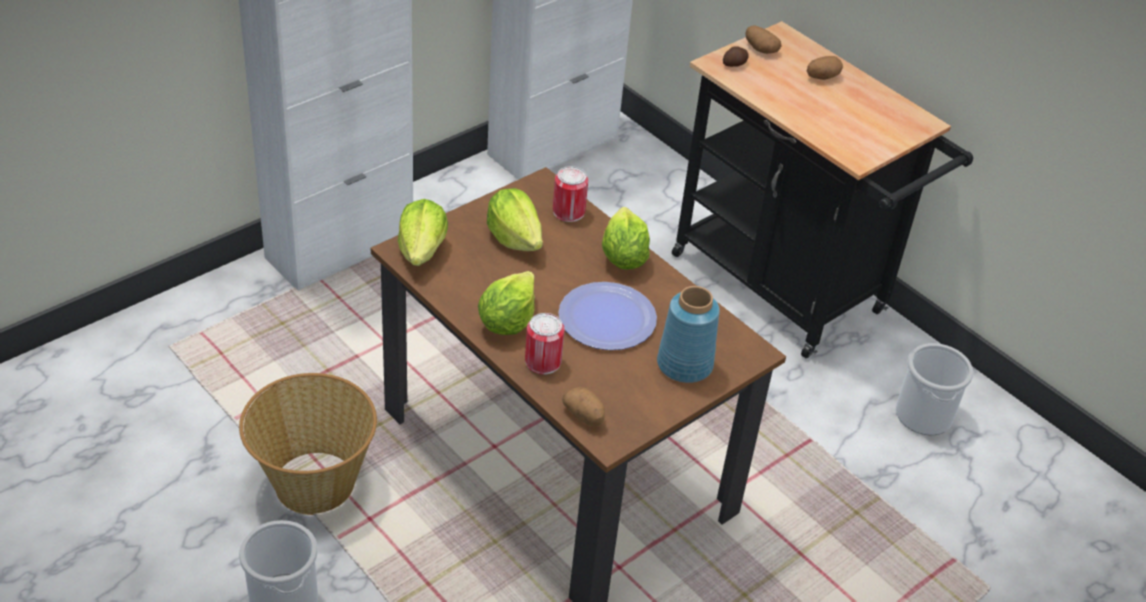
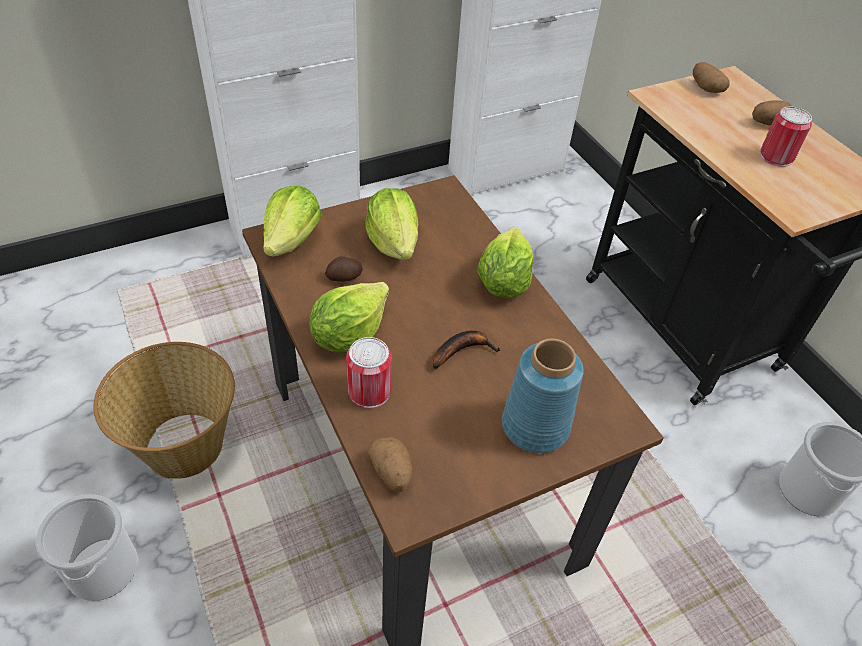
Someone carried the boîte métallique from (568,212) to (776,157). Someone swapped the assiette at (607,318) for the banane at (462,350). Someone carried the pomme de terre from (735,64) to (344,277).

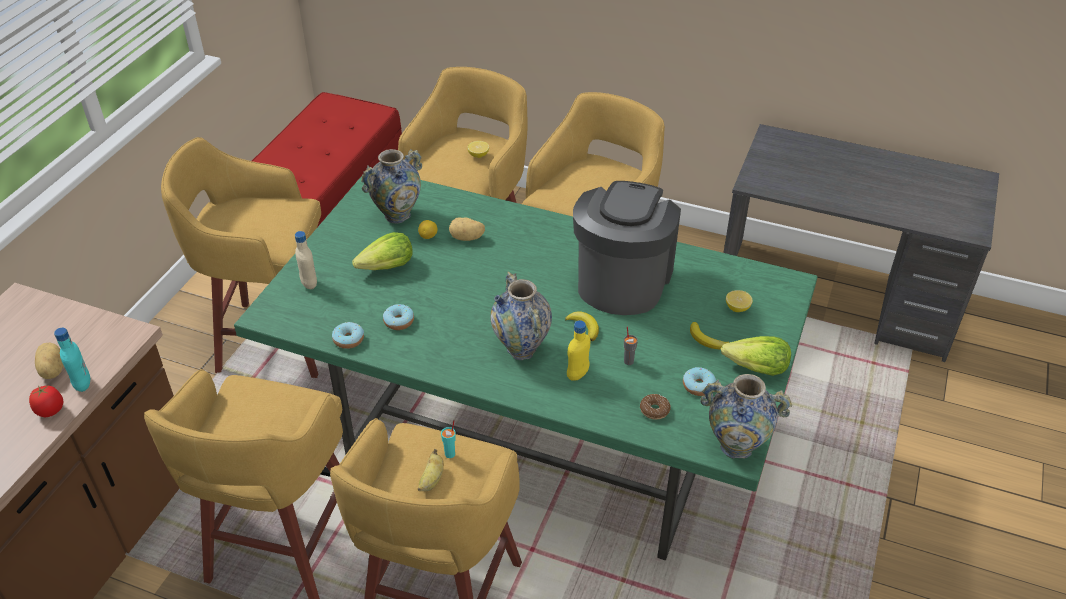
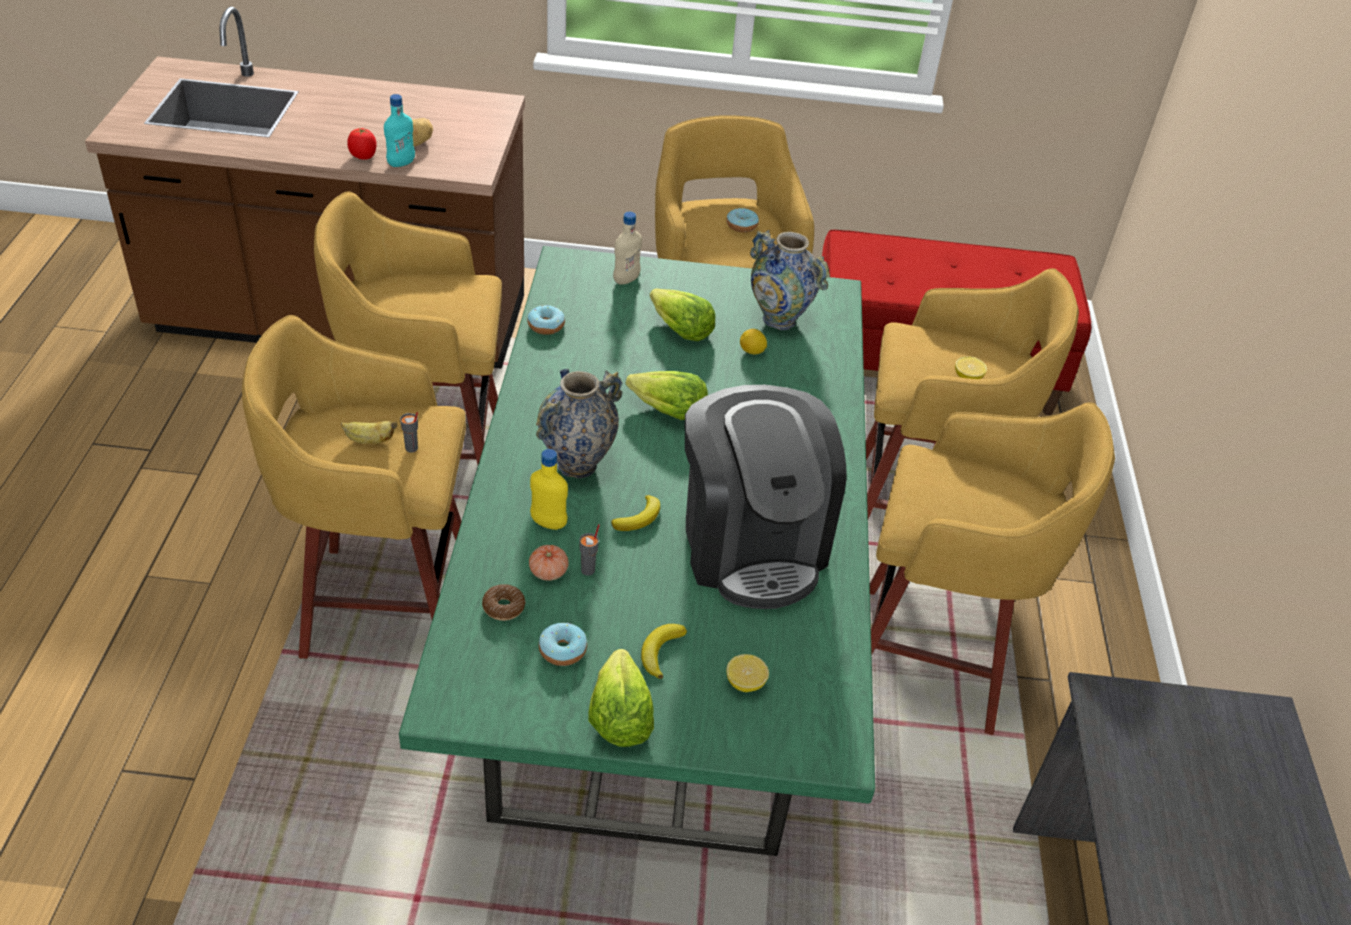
Someone carried the beignet from (399,321) to (741,226). Someone repainted the tasse [turquoise] at (450,454), which became the tasse [gris] at (411,448). Someone took away the pomme de terre at (467,238). Someone rotated the machine à café at (622,279) by 75 degrees clockwise. Someone took away the vase at (736,446). Someone put down the tomate at (548,572). Someone put down the laitue at (667,411).

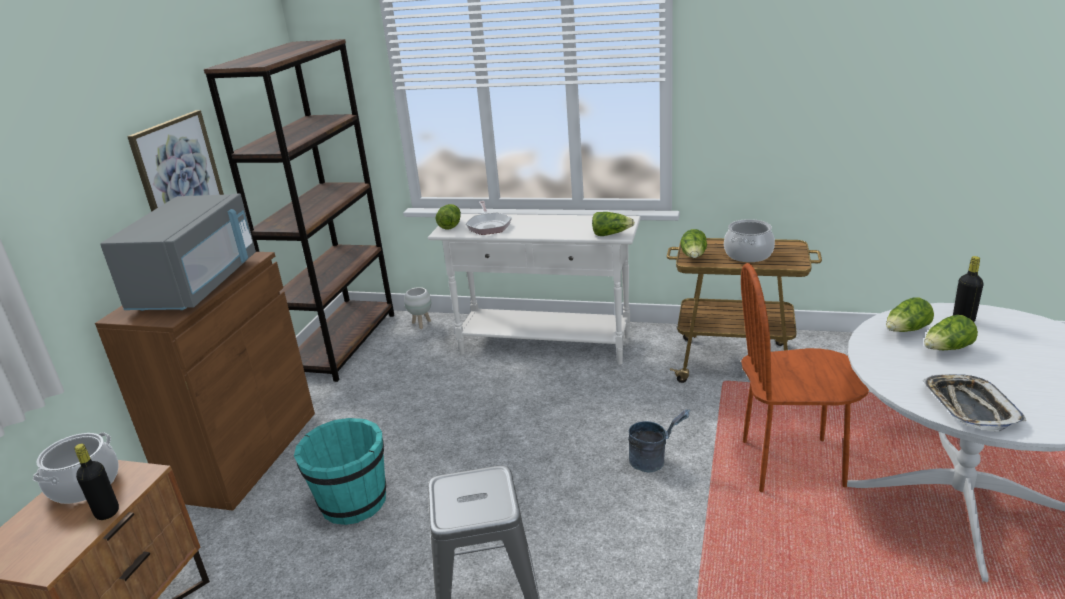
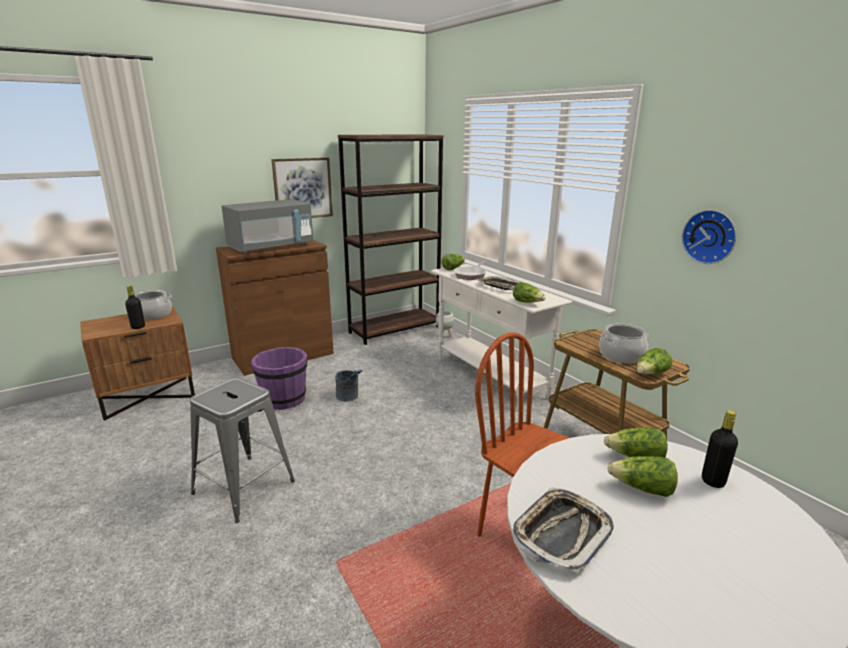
Someone repainted the seau [turquoise] at (352,502), which became the seau [violet] at (284,399). Someone carried the seau [gris] from (654,461) to (349,397). Someone carried the laitue from (694,256) to (651,374). Someone put down the plateau at (500,286). Someone put up the horloge murale at (710,236).

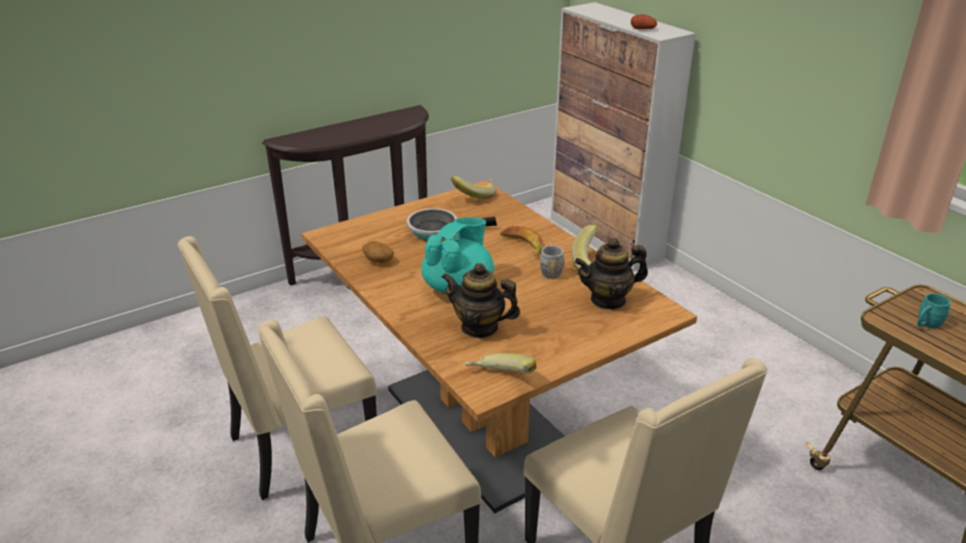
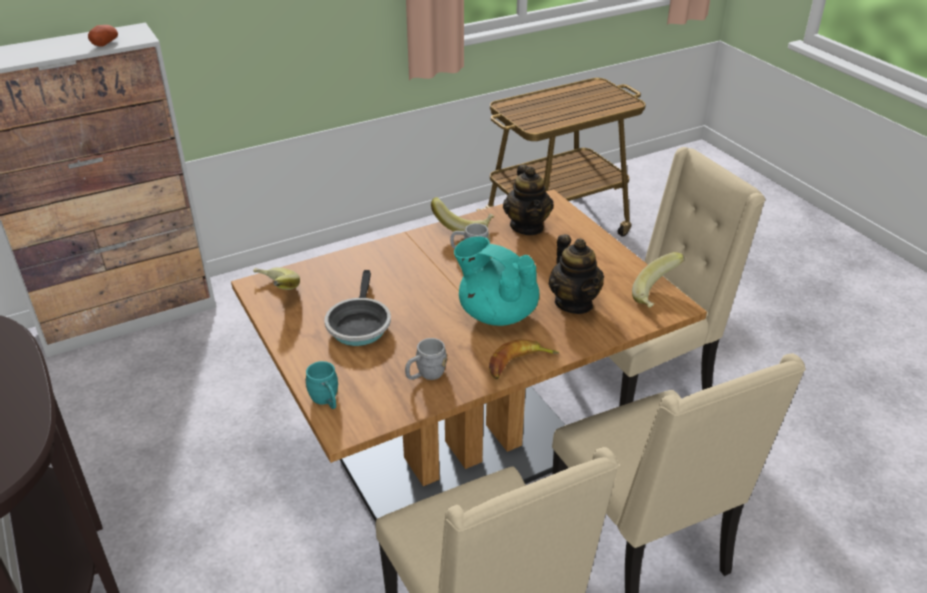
Someone swapped the pomme de terre at (377,260) for the mug [gris] at (425,375). Someone rotated the théière at (479,327) by 45 degrees counterclockwise. Someone carried the banane from (522,245) to (519,364). Someone carried the mug [turquoise] from (926,324) to (326,401).

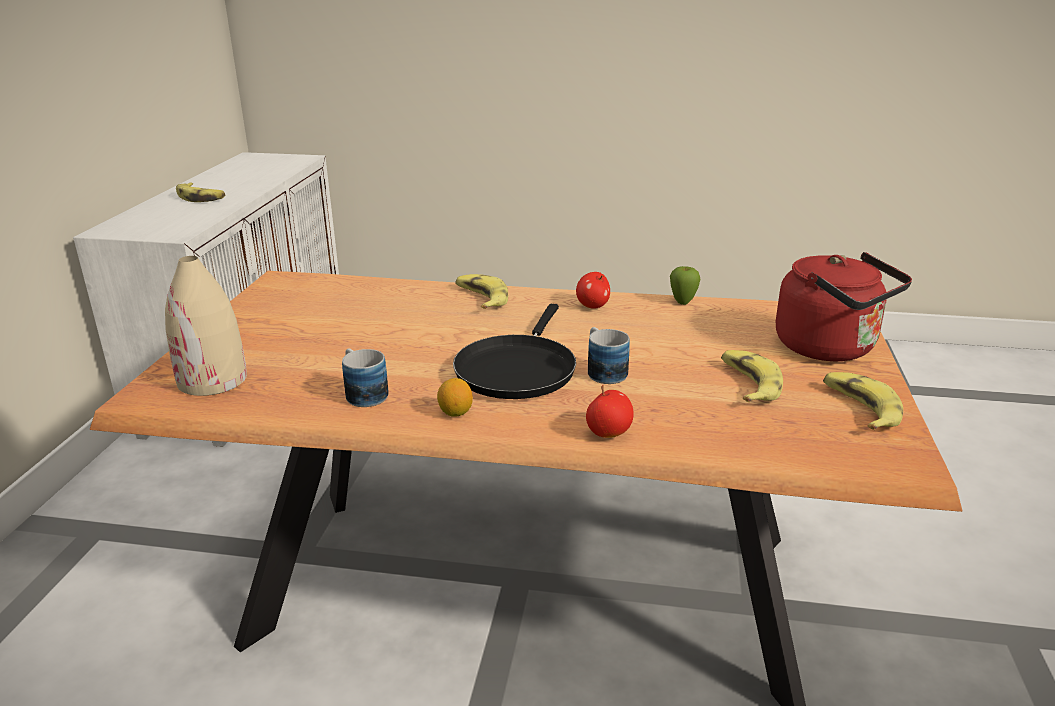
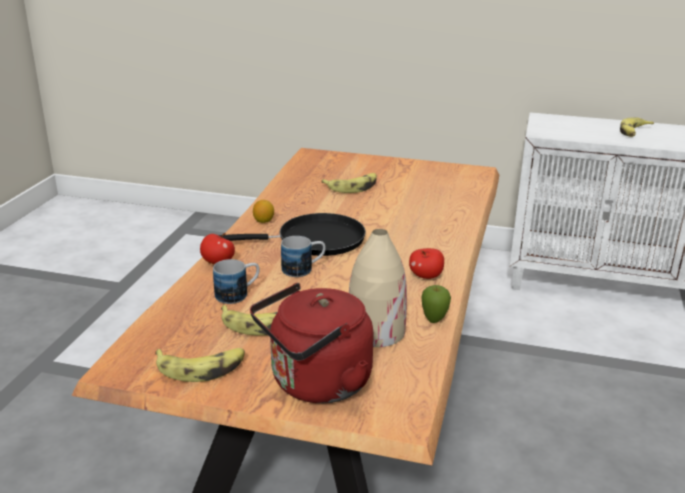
Someone carried the vase [beige] from (212,380) to (375,331). Someone carried the mug from (363,393) to (238,294). Someone rotated the poêle [noir] at (517,369) by 150 degrees clockwise. Someone carried the banane from (481,299) to (352,187).

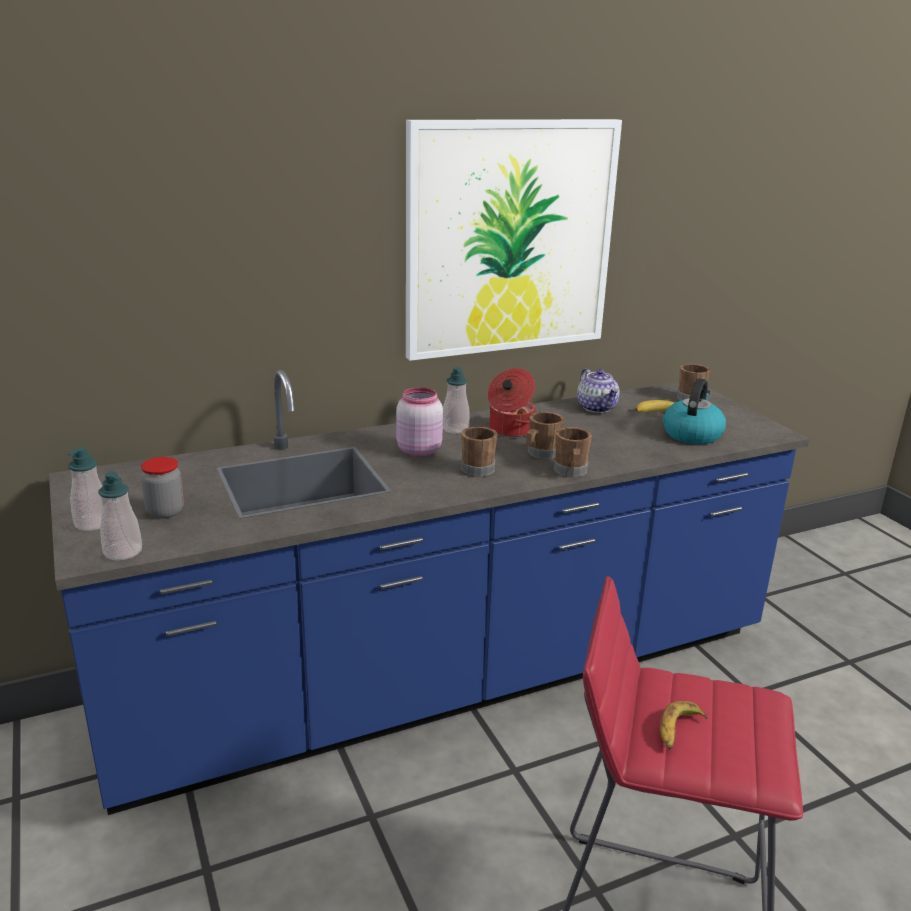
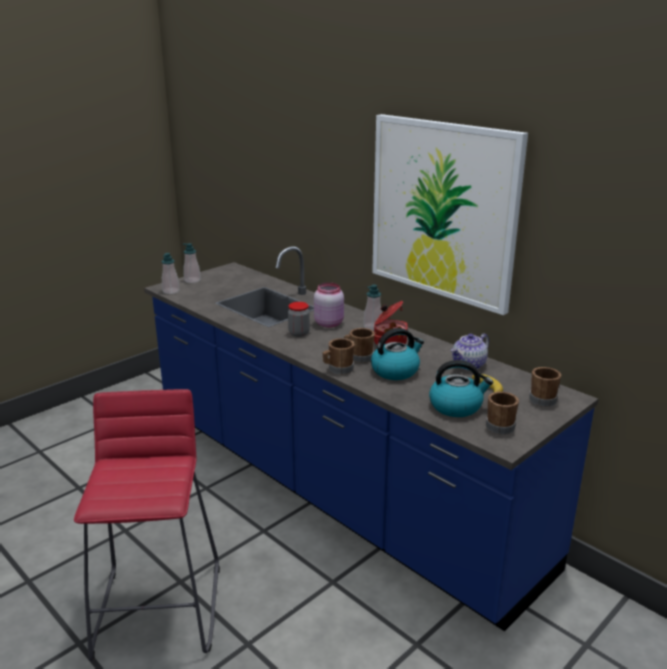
Someone carried the bocal from (165,512) to (299,333). Someone carried the mug [marron] from (475,468) to (501,425). Someone took away the banane at (678,730). Someone put down the bouilloire at (395,371).

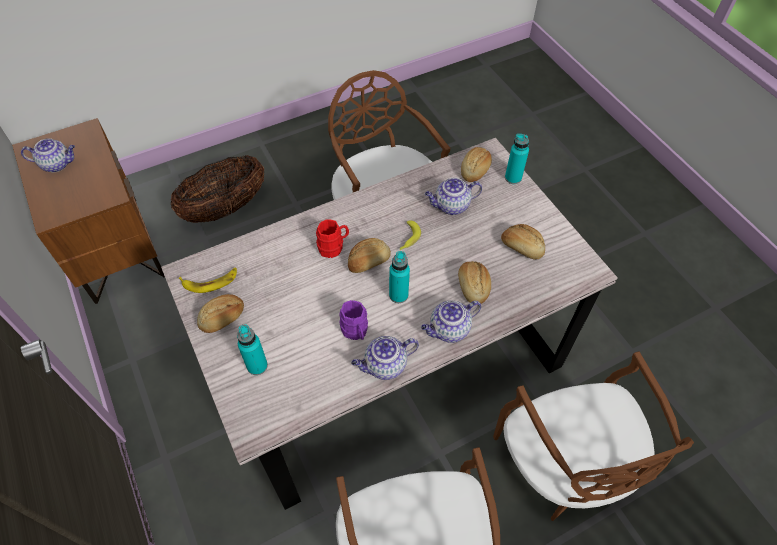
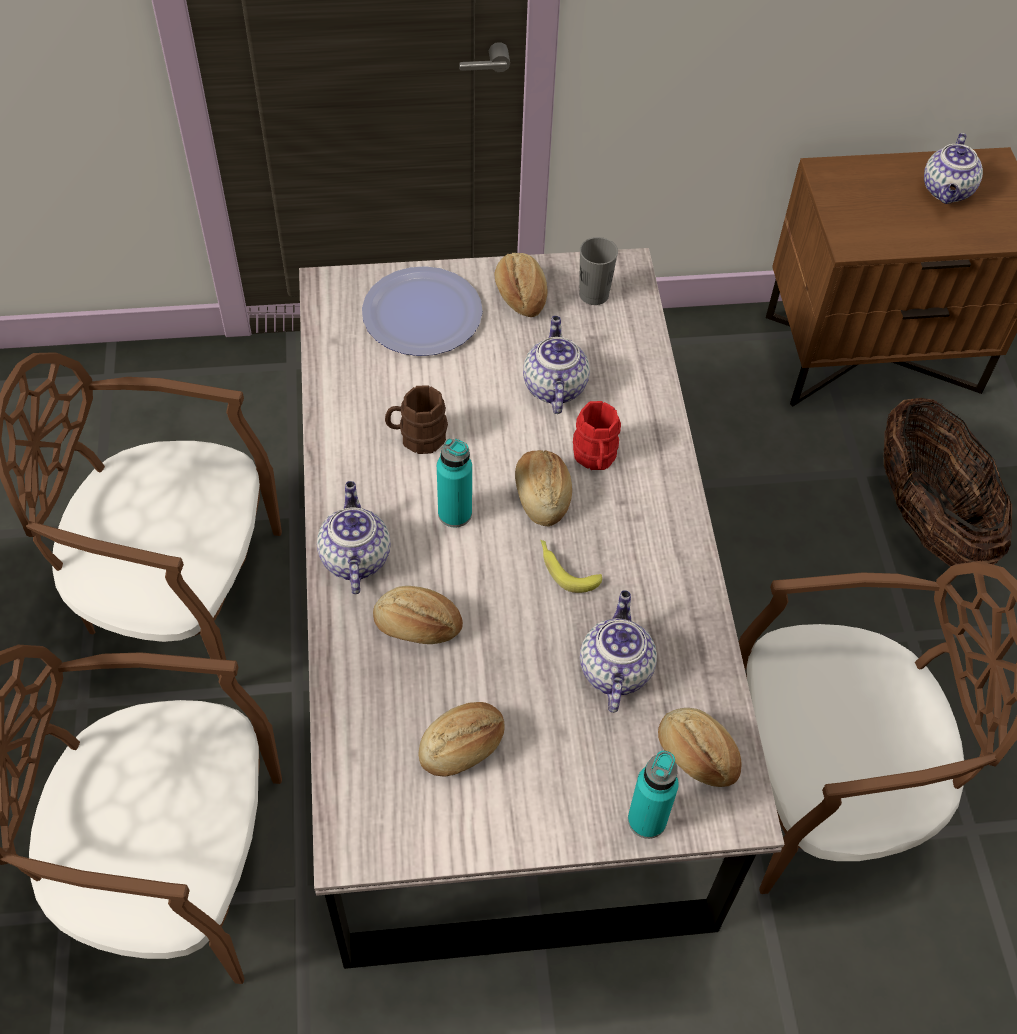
Someone swapped the banane at (210,281) for the tasse [gris] at (594,294). Someone swapped the bouteille [turquoise] at (257,366) for the assiette at (422,314). Someone repainted the mug [violet] at (355,331), which became the mug [marron] at (417,437). Someone carried the théière from (384,366) to (554,386).

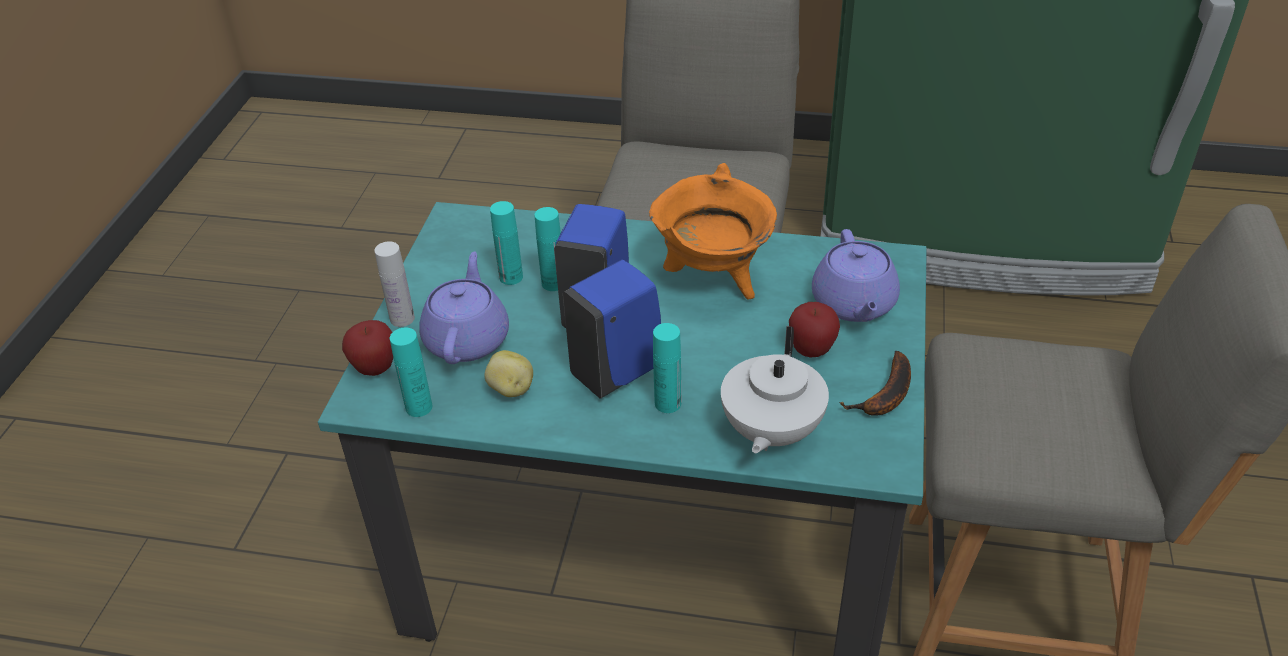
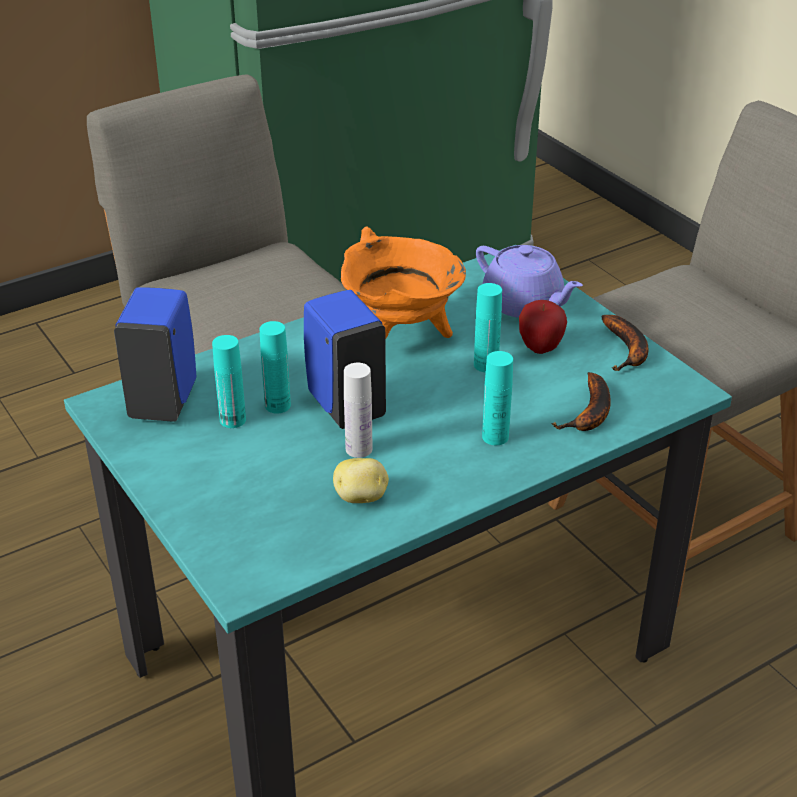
Someone took away the pomme at (375,368). Someone carried the bouteille [blanc] from (402,318) to (359,449). Someone carried the bouteille [turquoise] from (419,407) to (486,365). Someone took away the théière [violet] at (467,338). Someone carried the distributeur de savon [bleu] from (618,372) to (164,400). Someone swapped the théière [blanc] at (770,432) for the banane at (590,414).

